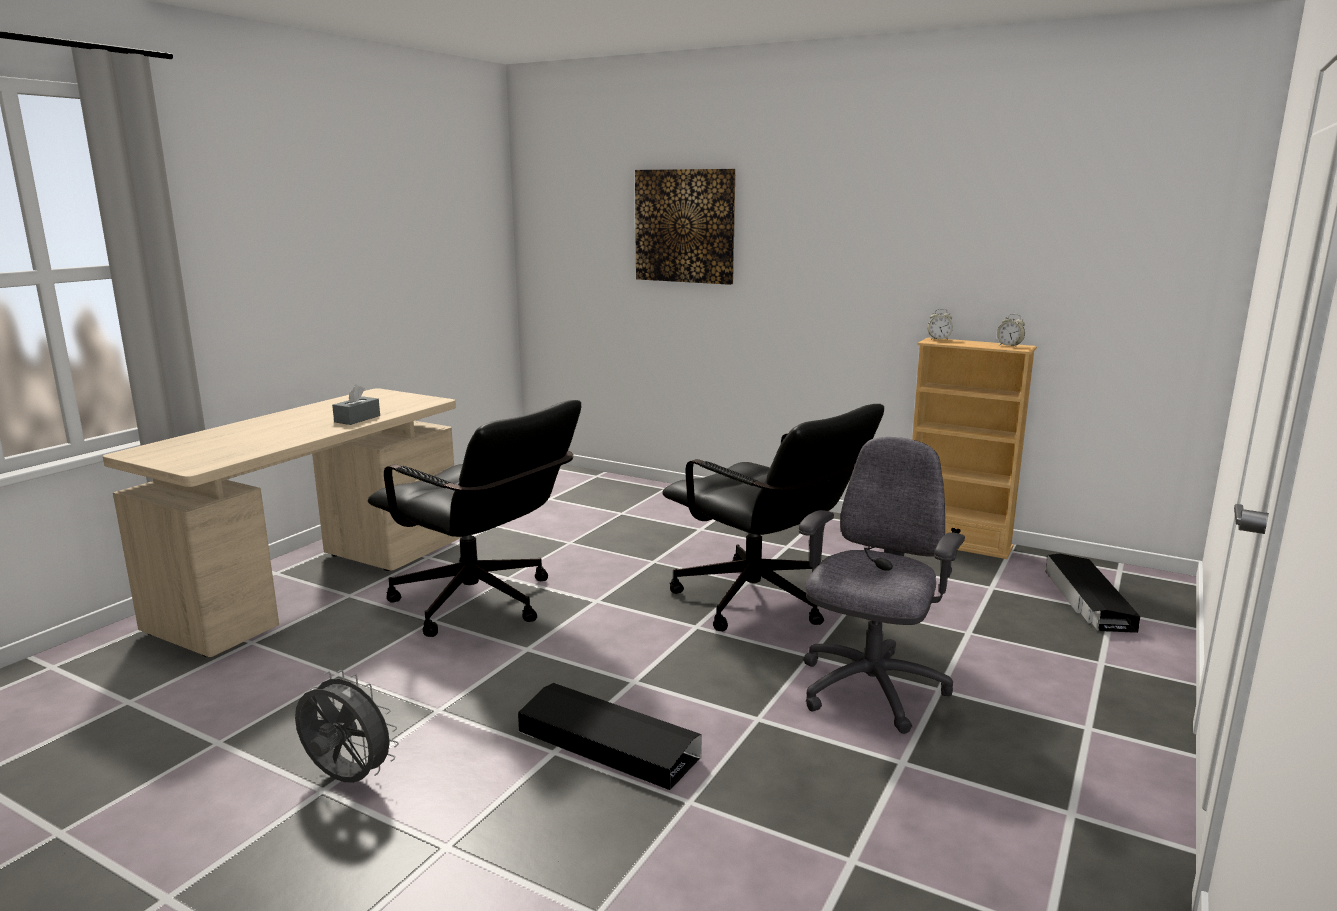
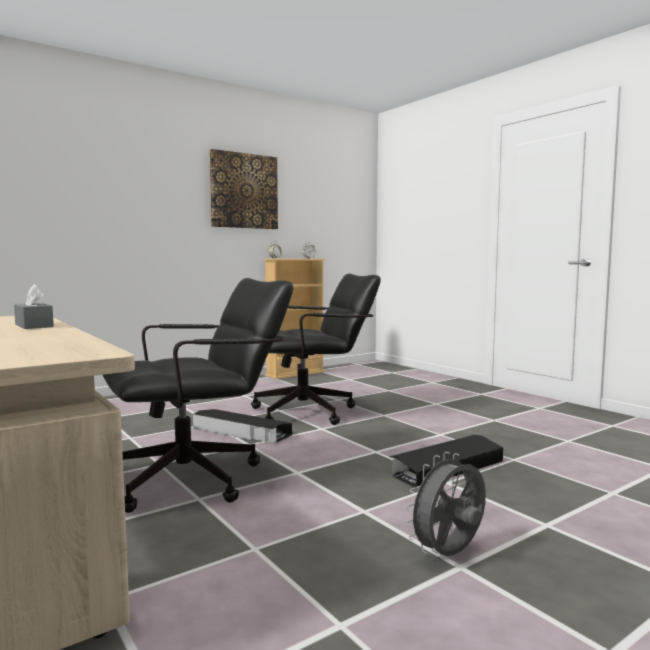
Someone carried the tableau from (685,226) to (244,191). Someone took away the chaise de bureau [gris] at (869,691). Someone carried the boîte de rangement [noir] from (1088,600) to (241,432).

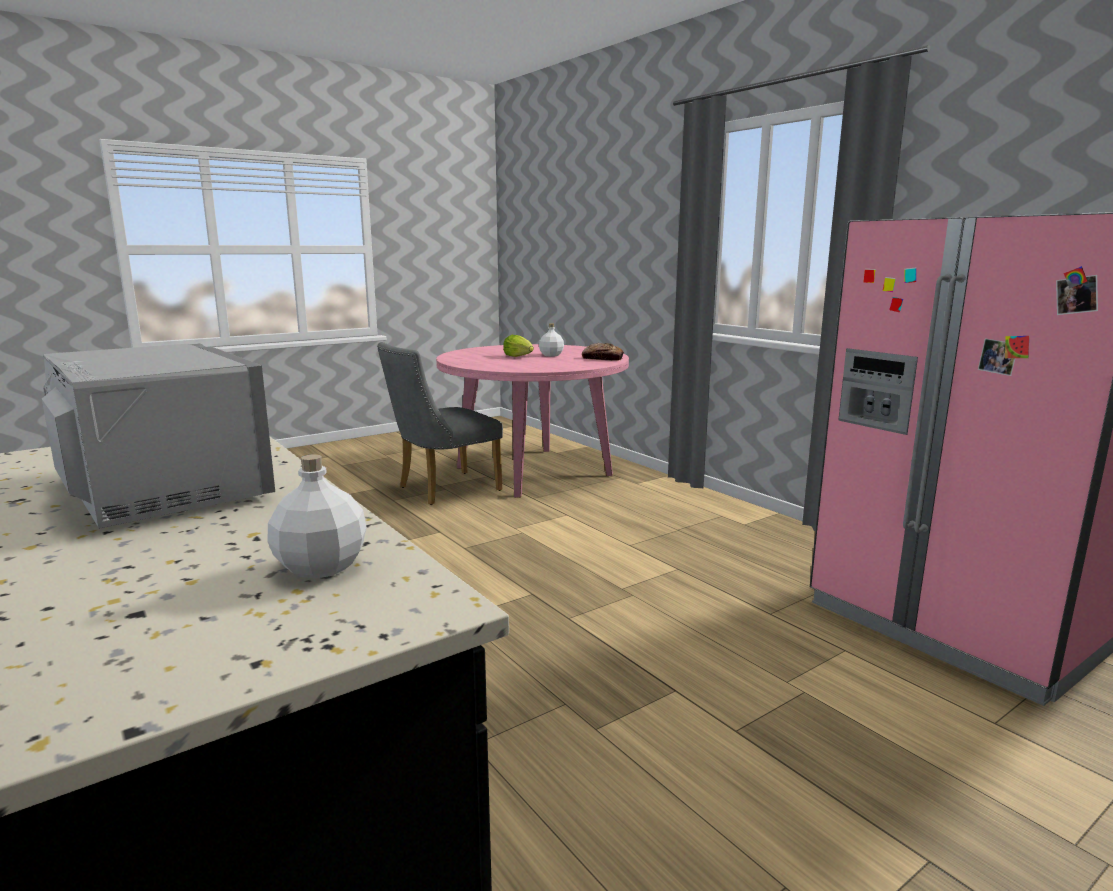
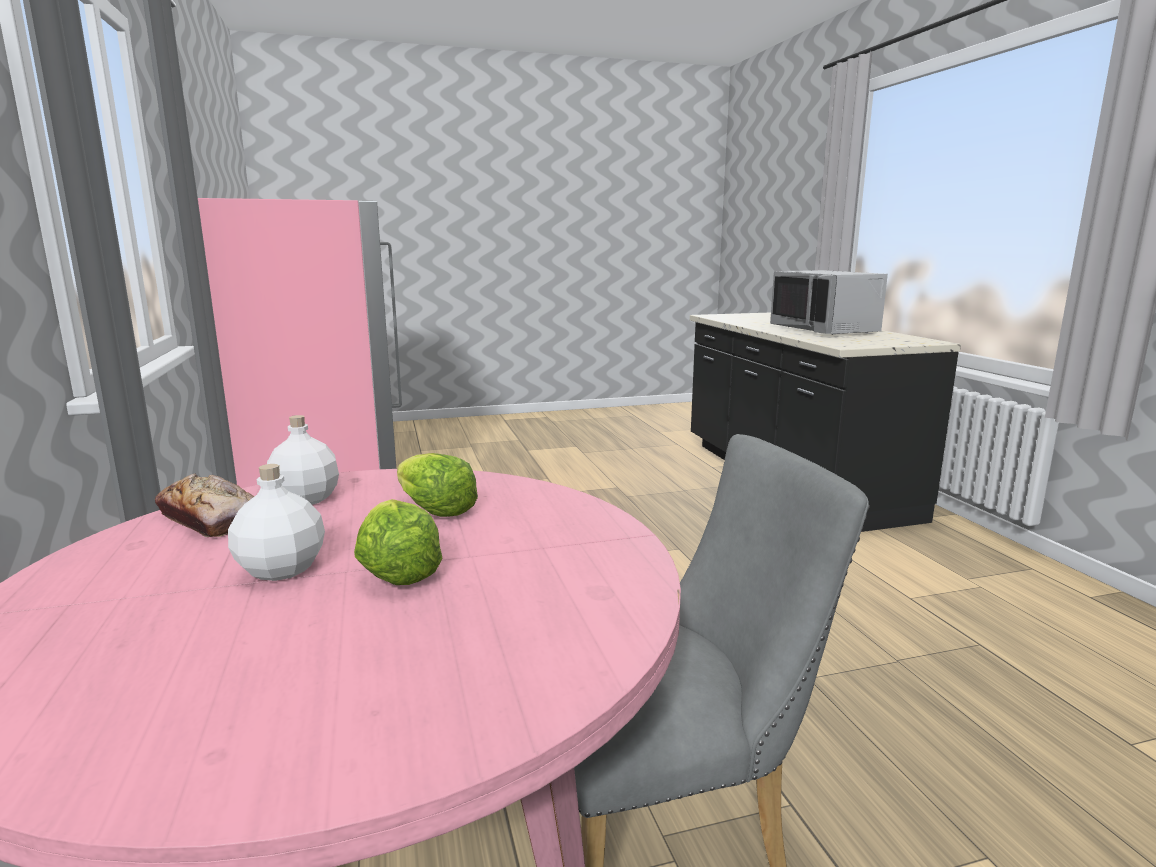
Someone carried the bouteille [blanc] from (320,567) to (306,499). Someone put down the laitue at (433,510).

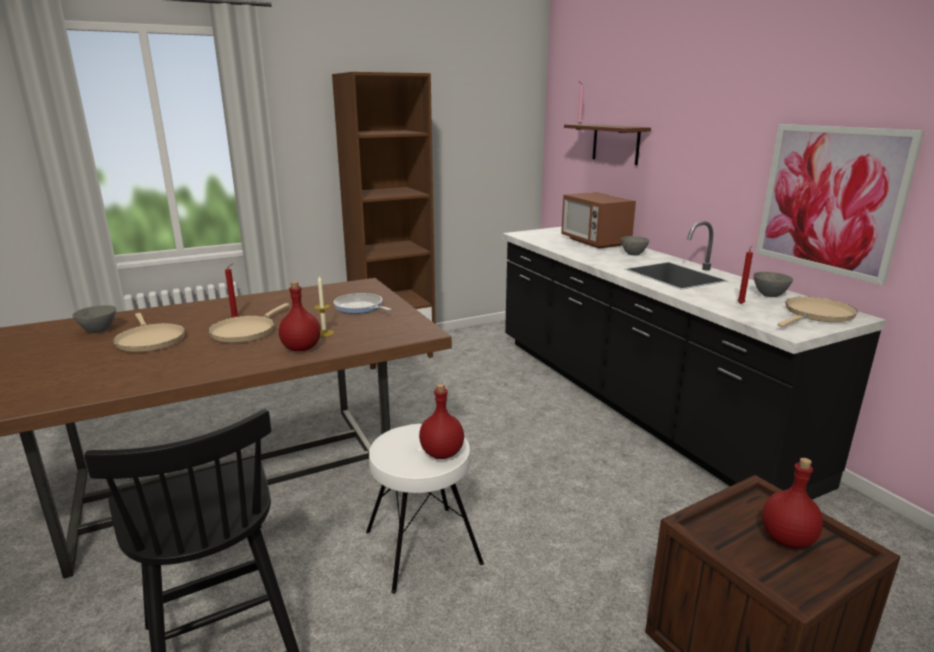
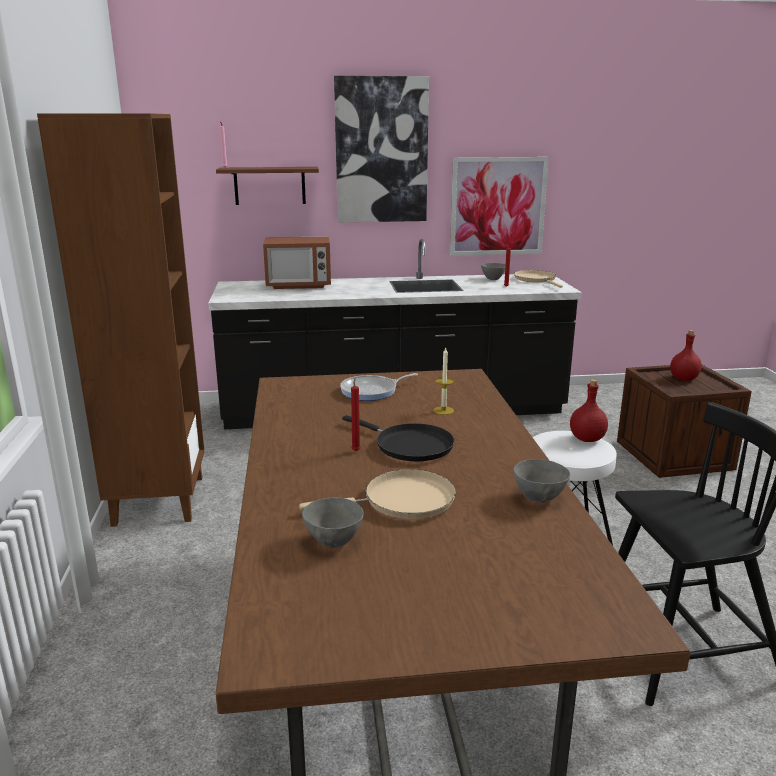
Someone repainted the poêle [beige] at (246,331), which became the poêle [noir] at (409,445). Someone took away the bouteille [rouge] at (301,348). Someone carried the bol [gris] from (633,254) to (539,498). Someone put up the tableau at (381,151).

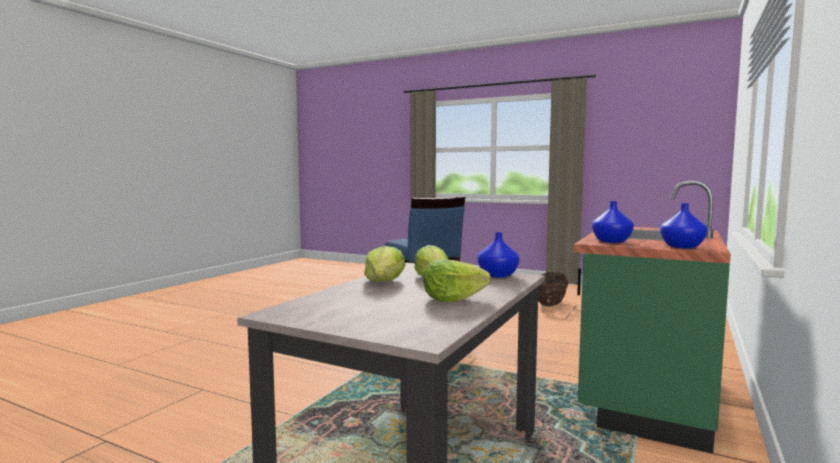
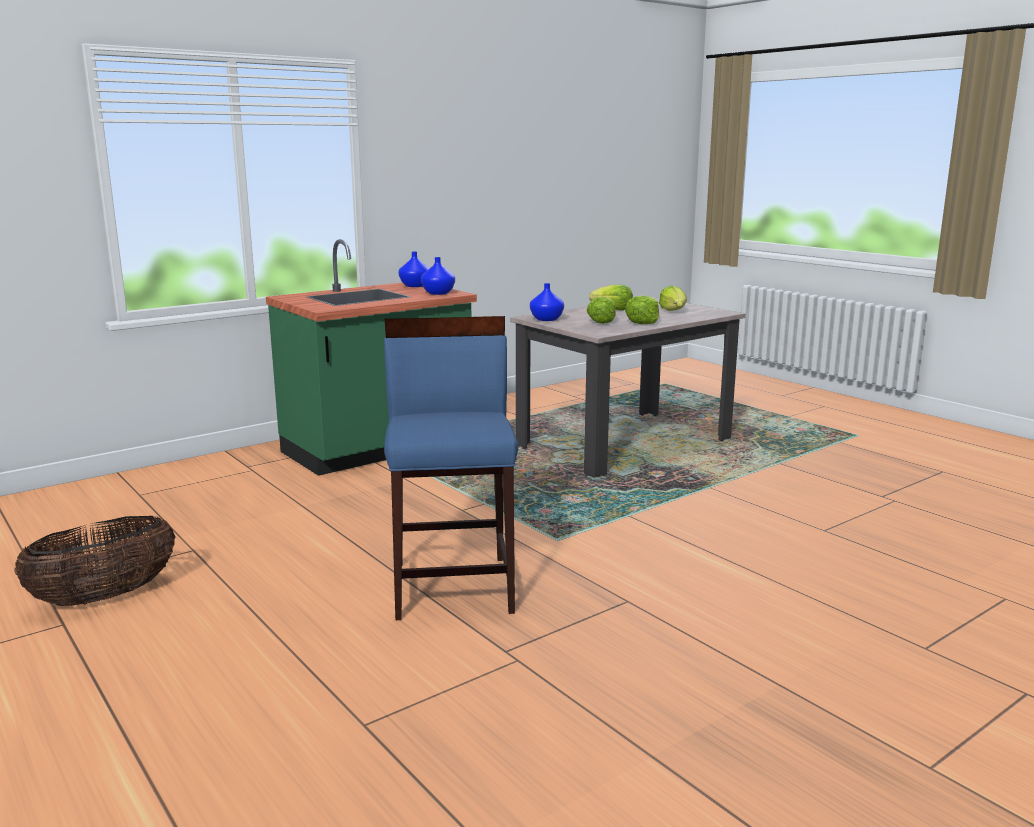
Someone put down the laitue at (674,311).

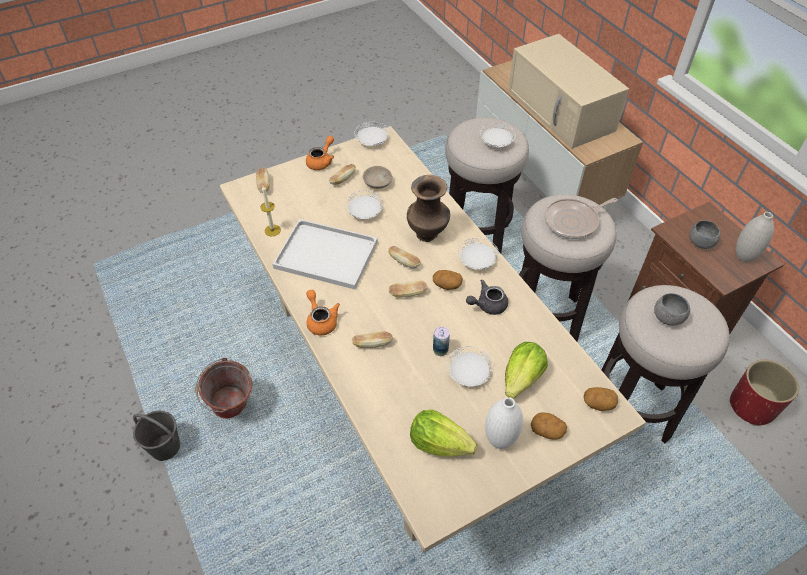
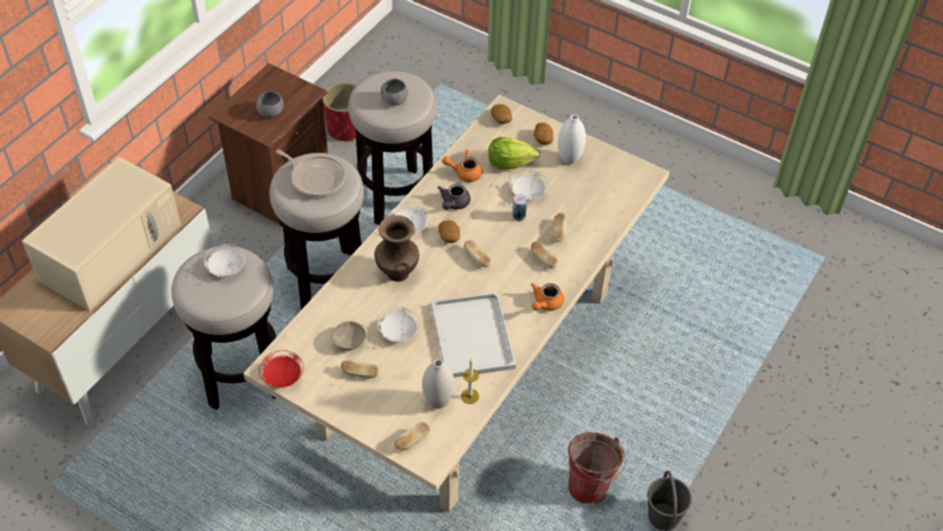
Someone carried the théière [orange] from (321,161) to (464,173). Someone repainted the assiette [blanc] at (372,142), which became the assiette [rouge] at (283,376). Someone carried the pain from (404,262) to (558,232). Someone took away the laitue at (439,443). Someone rotated the théière [gris] at (487,305) by 75 degrees clockwise. Someone carried the vase [blanc] from (743,257) to (438,402).

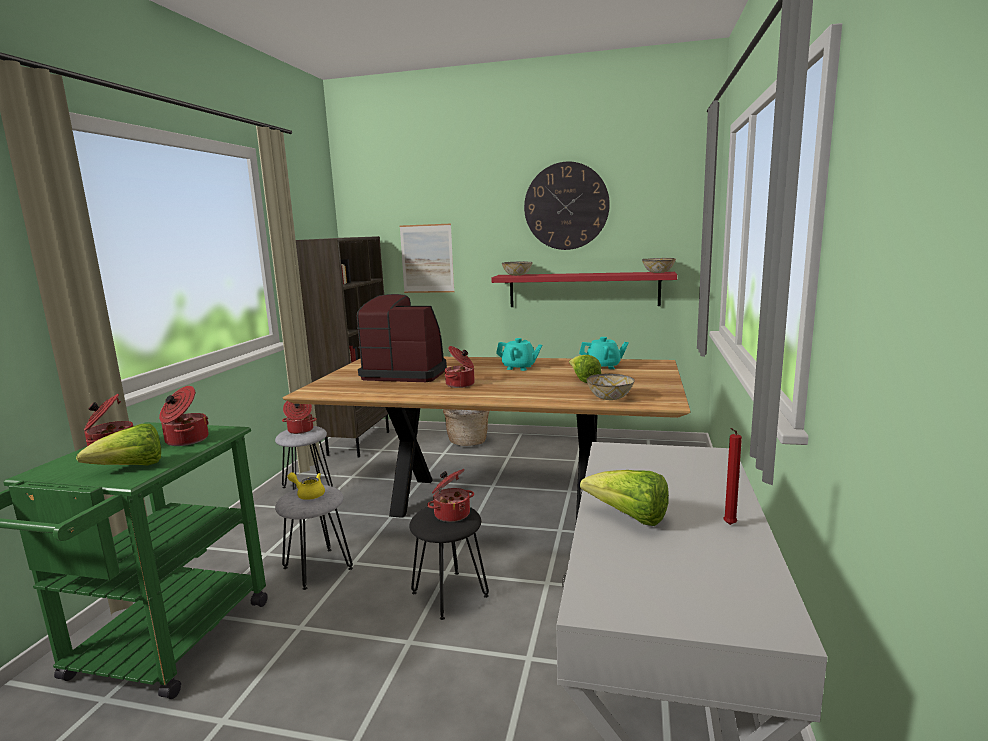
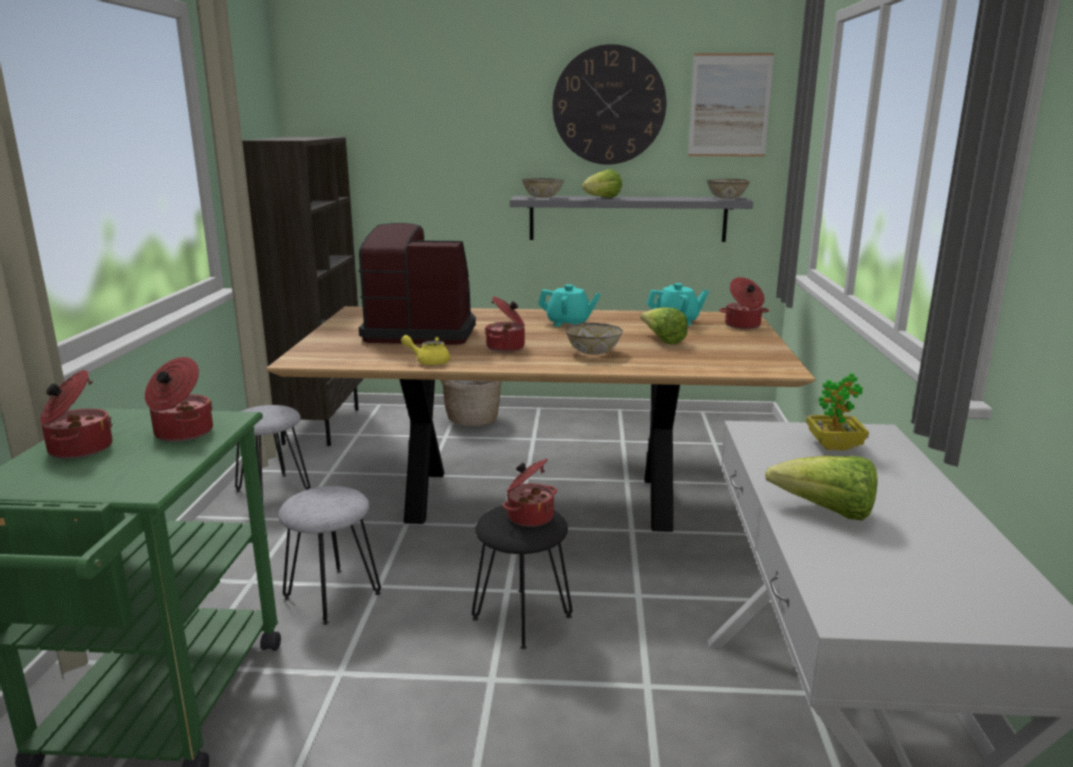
Someone carried the laitue from (131,468) to (601,198). Someone carried the marmite from (300,430) to (743,325). Someone carried the théière [jaune] from (308,494) to (428,361). Someone carried the tableau from (427,258) to (730,105). Someone repainted the étagère [rouge] at (583,290), which became the étagère [gris] at (627,218). Someone carried the bol from (609,398) to (593,352). Someone took away the bougie [rouge] at (728,525). Someone put down the plante en pot at (834,446).

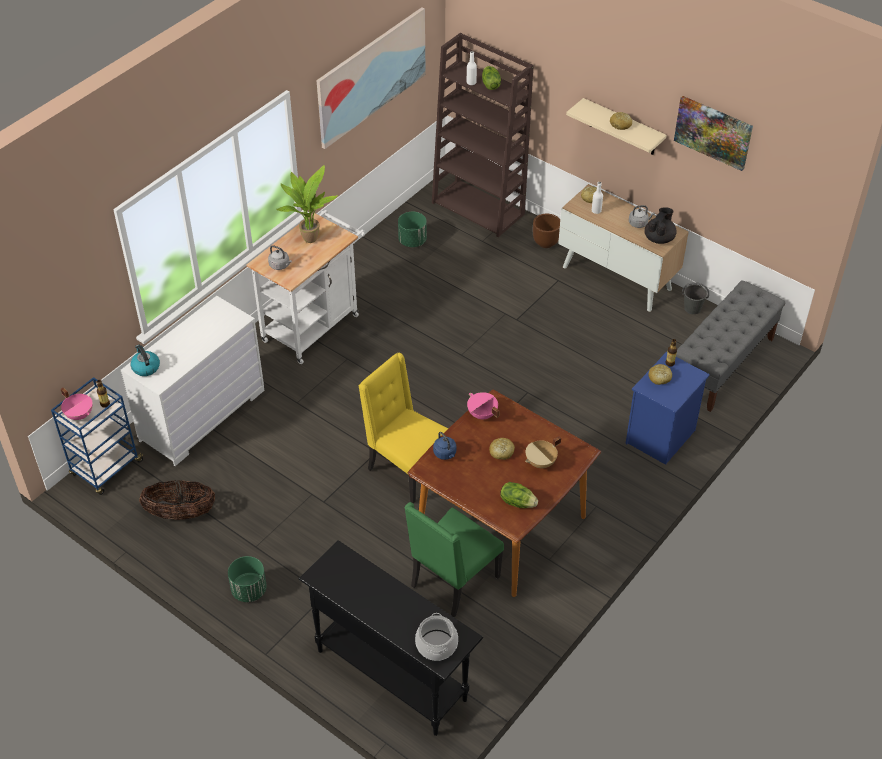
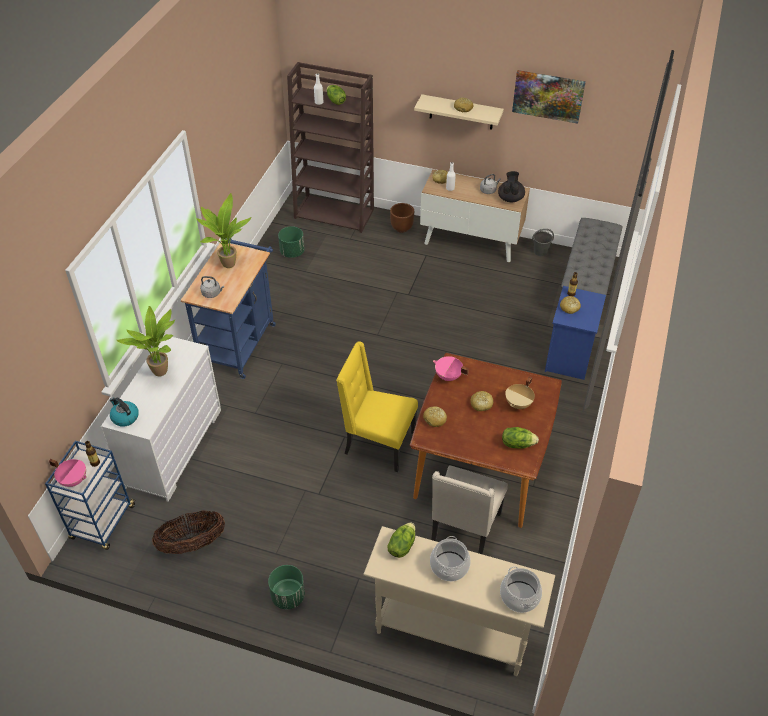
Someone repainted the chariot [blanc] at (314,324), which became the chariot [bleu] at (240,341). Someone repainted the table console [noir] at (391,674), which became the table console [beige] at (451,632). Someone took away the tableau at (372,76). Someone repainted the chaise [vert] at (453,582), which became the chaise [beige] at (464,531). Someone swapped the bouilloire [bleu] at (445,454) for the pain at (435,419). Someone put down the plante en pot at (162,373). Someone put down the laitue at (401,546). Someone put down the marmite at (449,566).

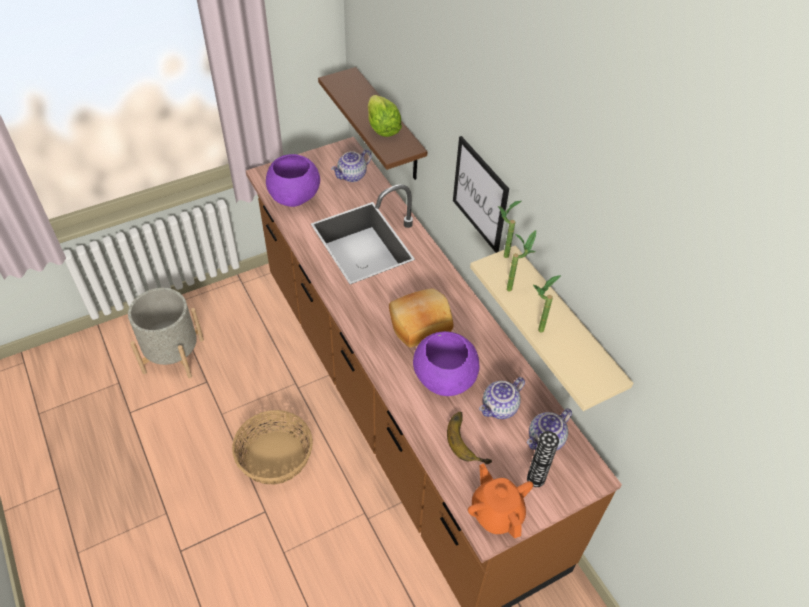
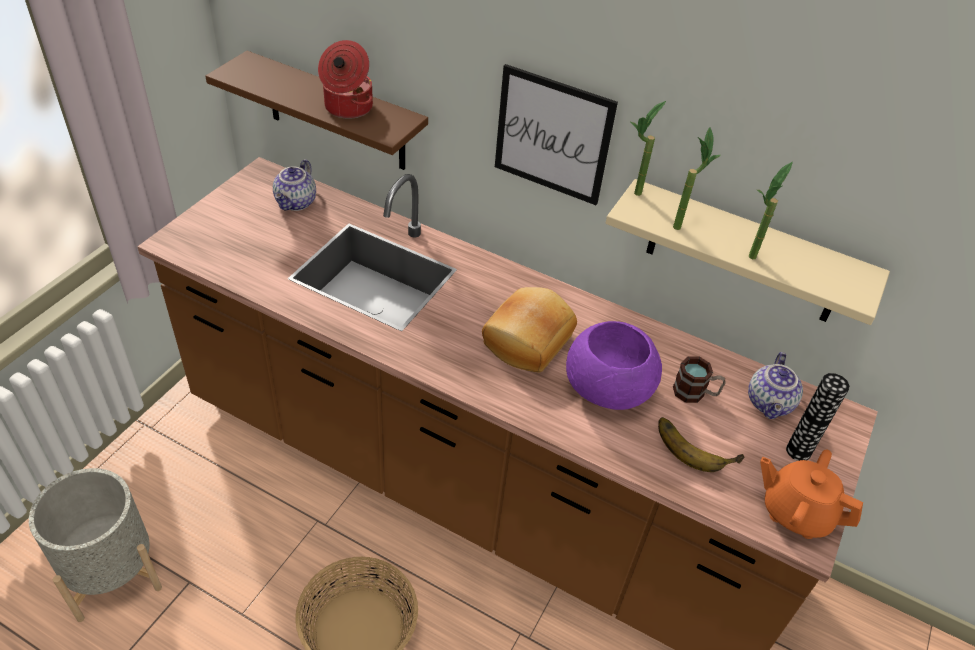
Someone took away the bol [violet] at (295,195). Someone swapped the laitue at (382,127) for the marmite at (347,107). Someone swapped the théière at (500,408) for the mug at (695,393).

